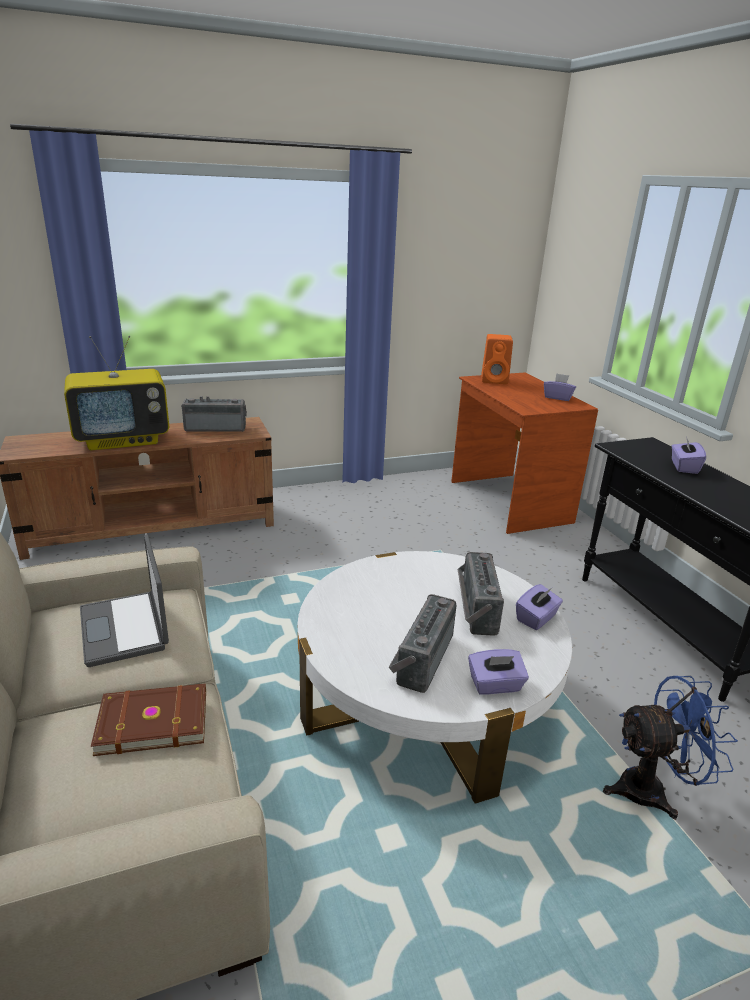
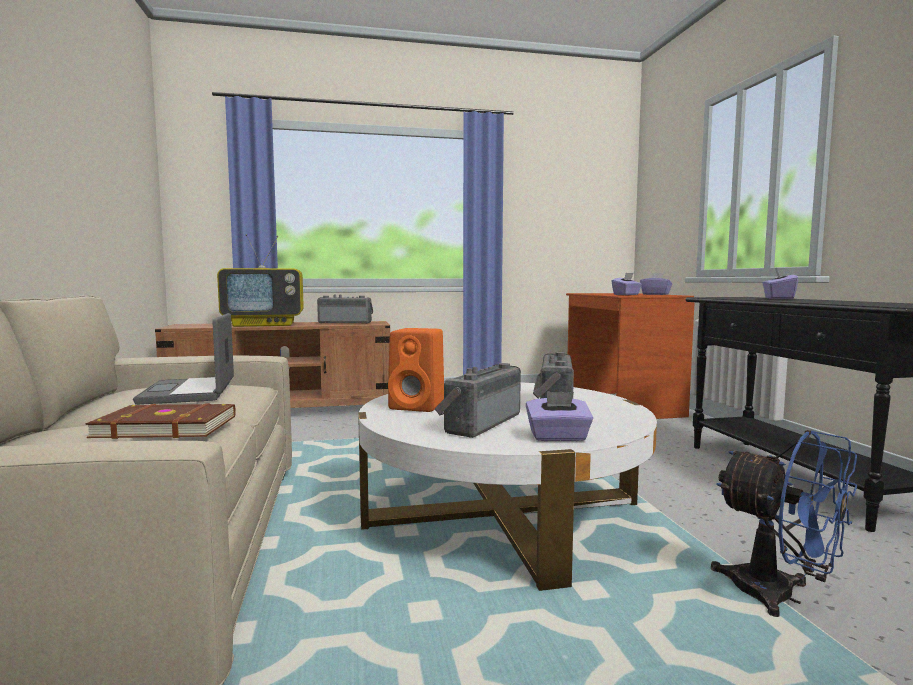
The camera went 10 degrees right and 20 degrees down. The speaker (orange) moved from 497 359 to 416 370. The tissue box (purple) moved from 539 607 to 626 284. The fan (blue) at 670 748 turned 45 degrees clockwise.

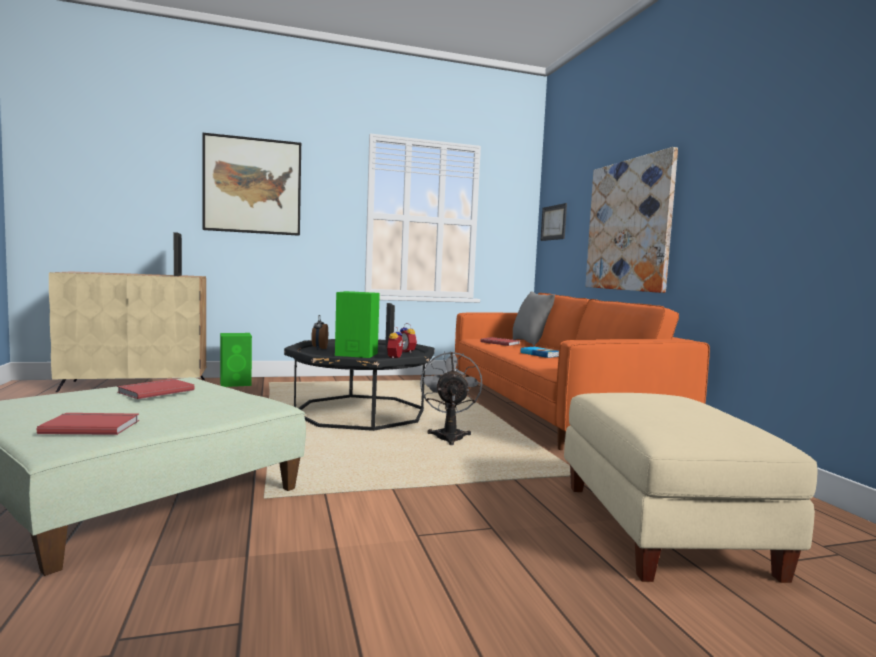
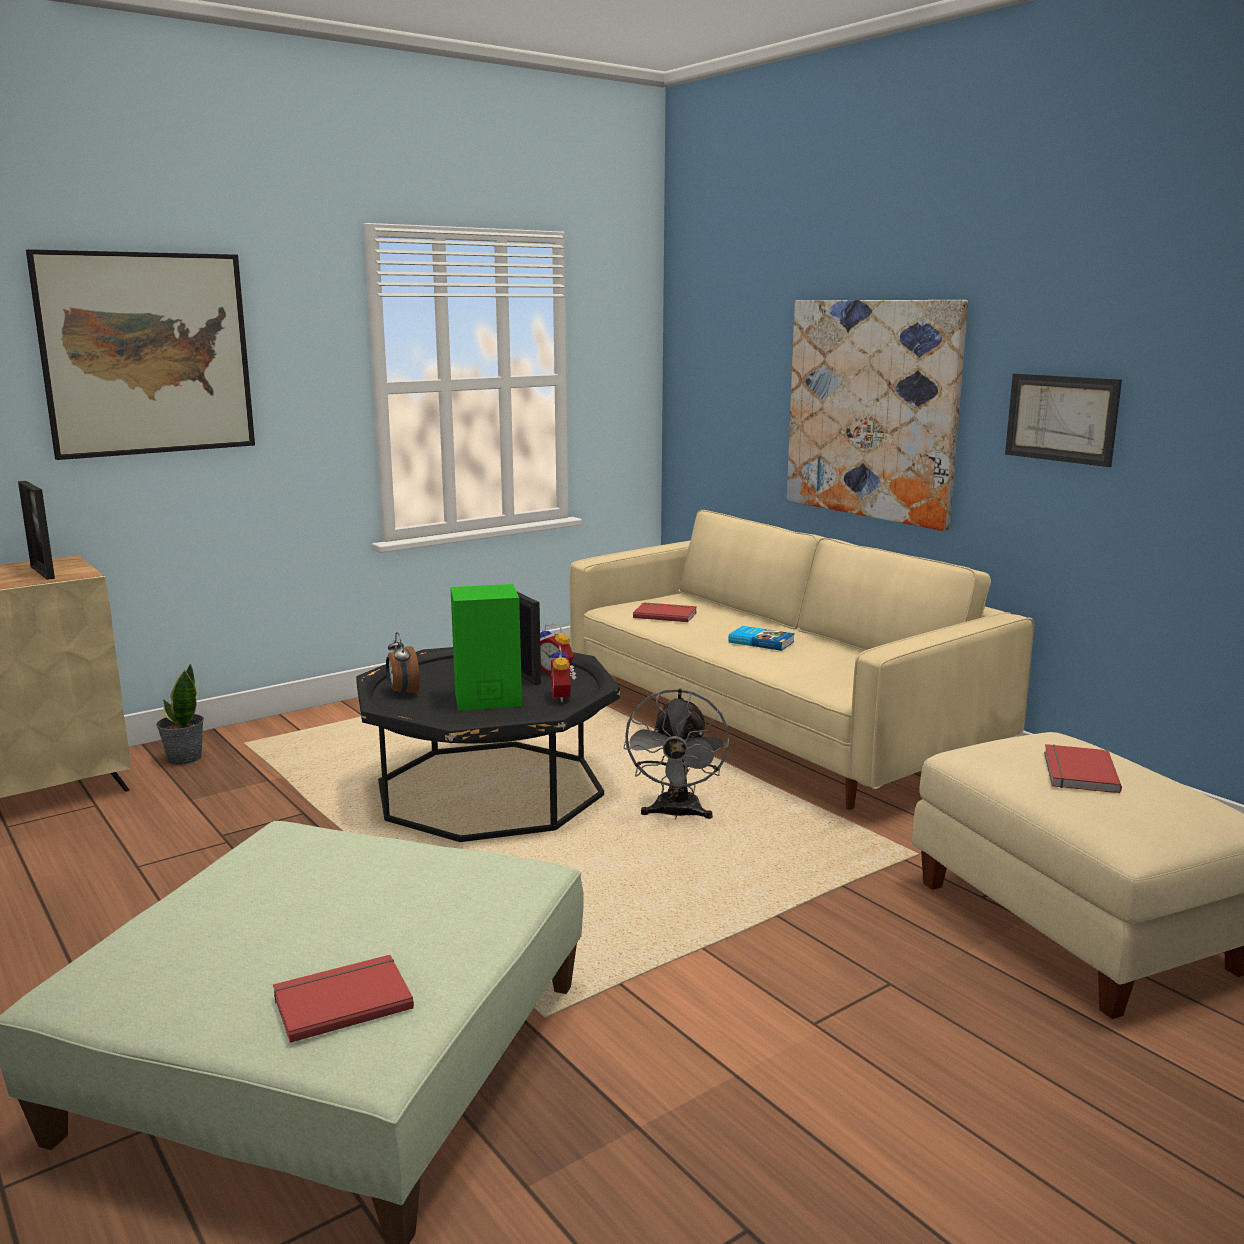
The camera went 20 degrees left and 10 degrees up. The picture moved from 553 222 to 1063 420. The pillow (grey) at 534 318 disappeared. The sofa (orange) at 582 371 became the sofa (beige) at 802 660. The speaker (green) at 236 360 was replaced by the potted plant at 180 714. The fan (grey) at 451 398 turned 150 degrees counterclockwise. The book (red) moved from 156 389 to 1083 768.

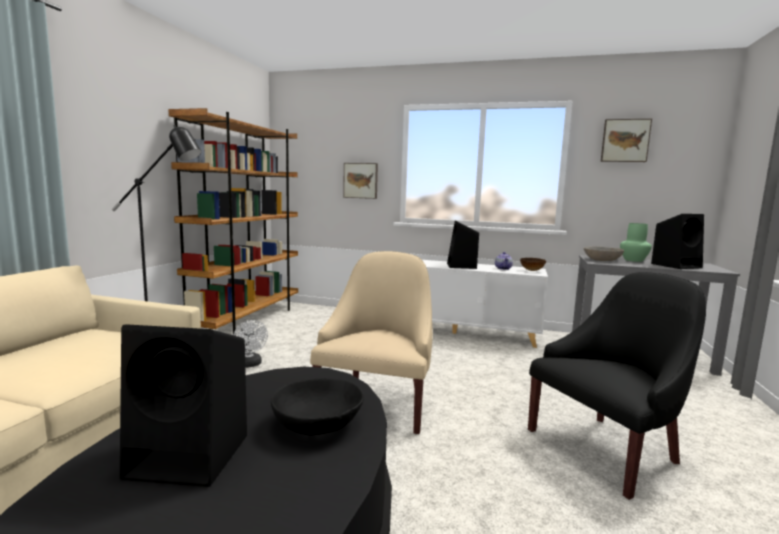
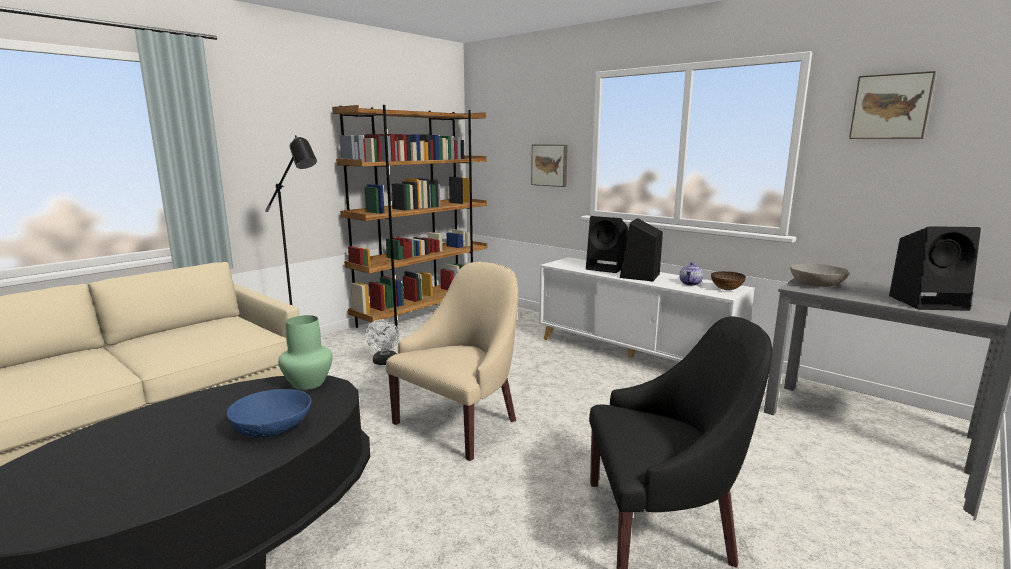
The camera went 25 degrees right and 5 degrees up. The vase (green) moved from 636 242 to 305 352. The speaker (black) moved from 183 405 to 607 244. The bowl (black) at 317 406 became the bowl (blue) at 269 413.

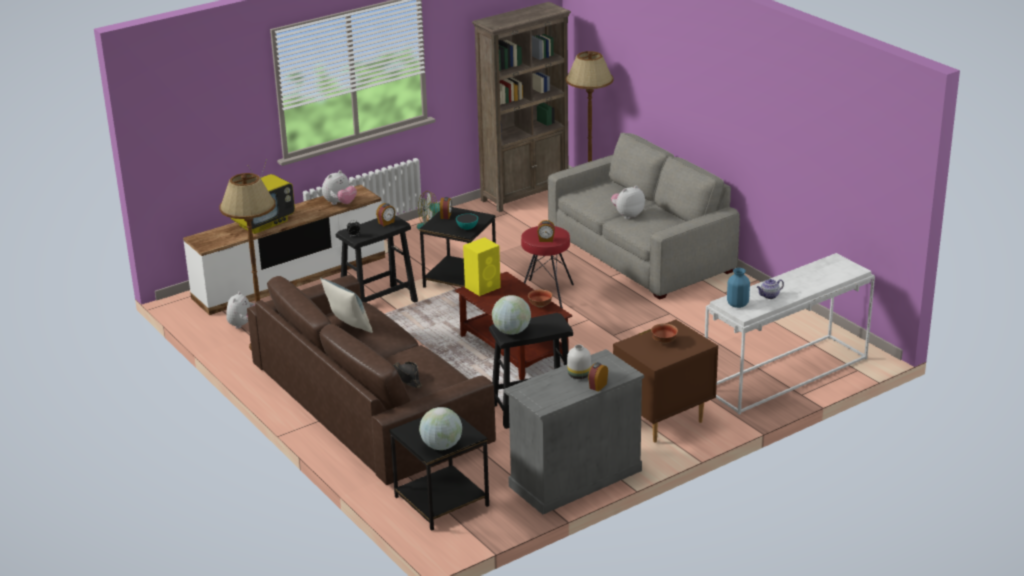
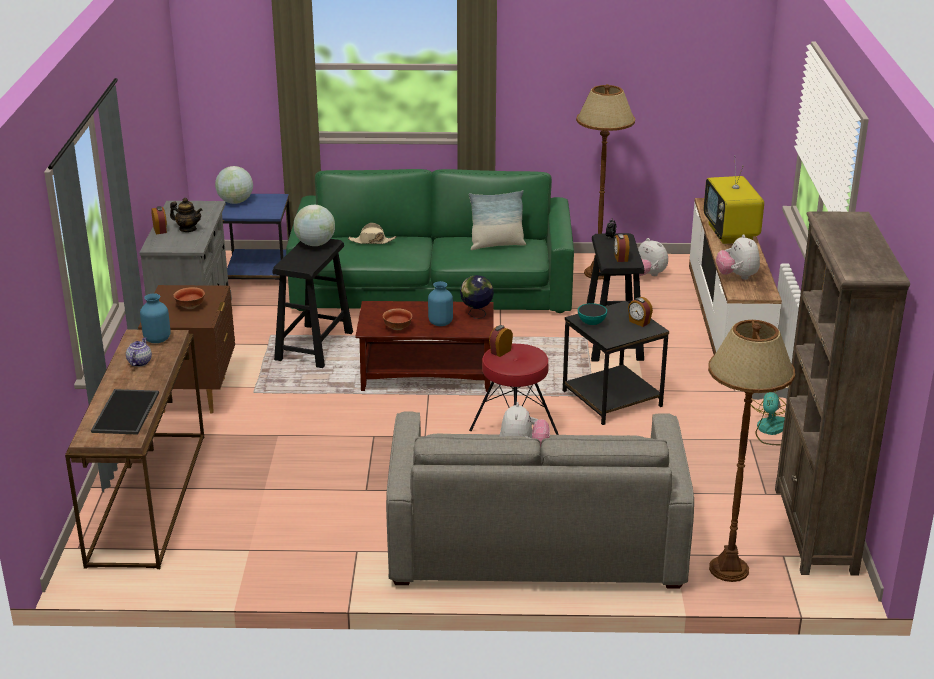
The camera went 125 degrees right and 0 degrees up. The speaker (yellow) at 482 266 was replaced by the globe at 477 297. The console table (white) at 790 334 became the console table (brown) at 134 449. The sofa (brown) at 371 380 became the sofa (green) at 430 241. The vase (white) at 579 362 was replaced by the teapot at 186 215. The hat (black) at 407 375 became the hat (beige) at 372 233. The side table (black) at 439 469 became the side table (blue) at 256 237. The vase (blue) at 440 303 appeared. The tray at 125 412 appeared.

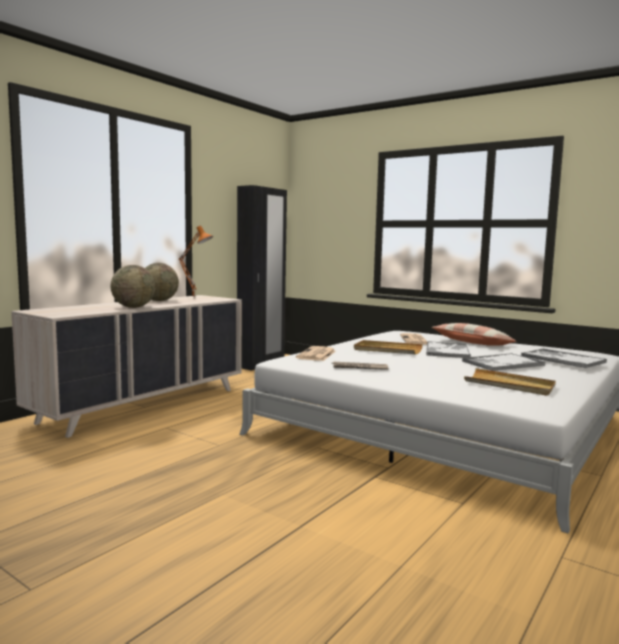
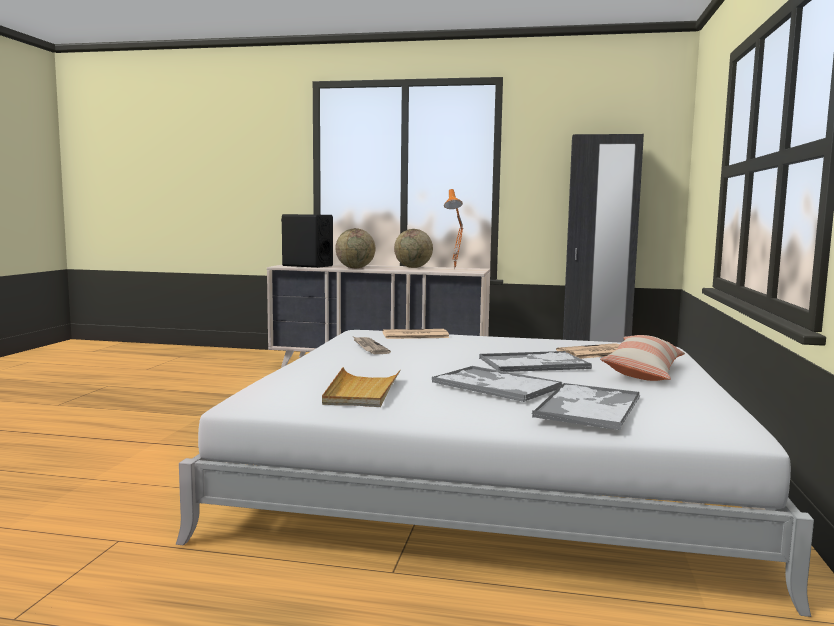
The camera went 65 degrees right and 0 degrees up. The tray (beige) at 388 347 disappeared. The speaker (black) at 307 241 appeared.

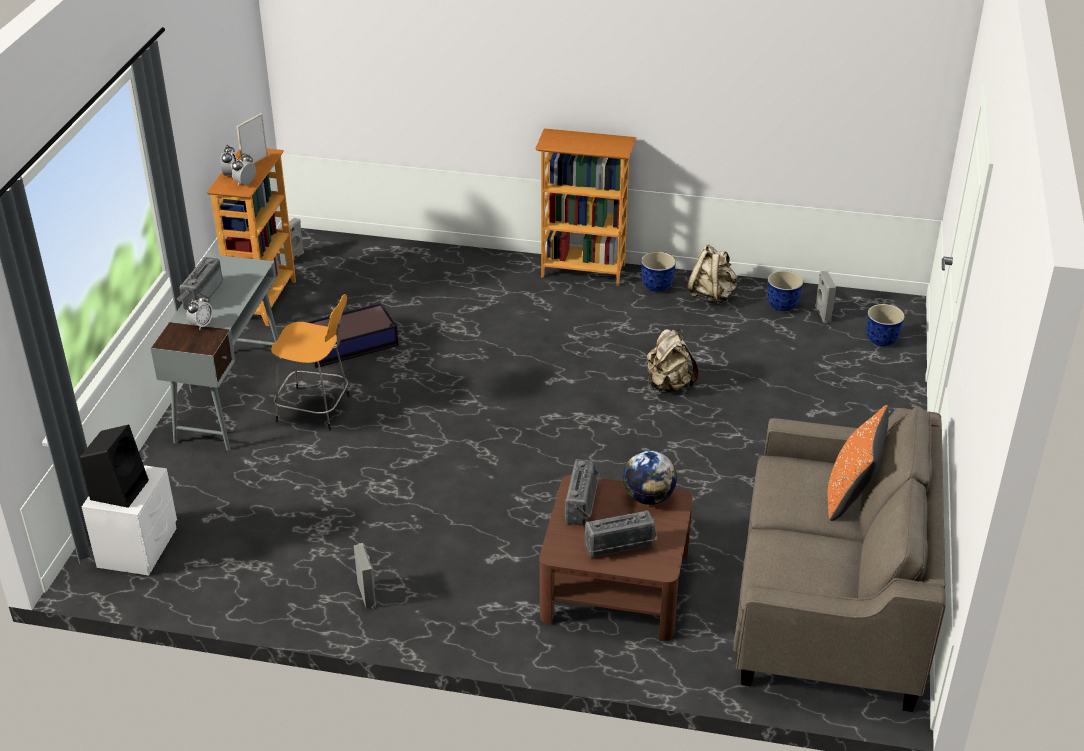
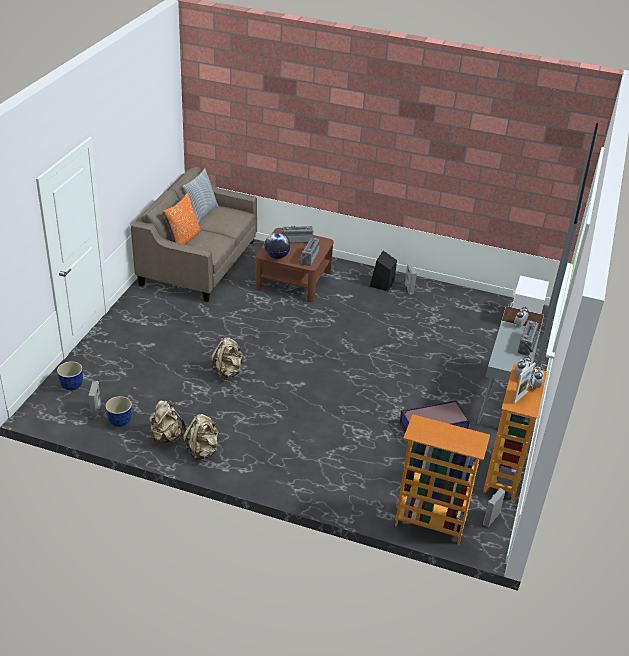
The camera went 175 degrees left and 0 degrees up. The bookcase moved from 585 207 to 442 479. The planter at 658 272 was replaced by the backpack (beige) at 201 437. The stool (orange) at 310 362 disappeared. The speaker (black) moved from 114 466 to 383 271. The pillow at 201 196 appeared.

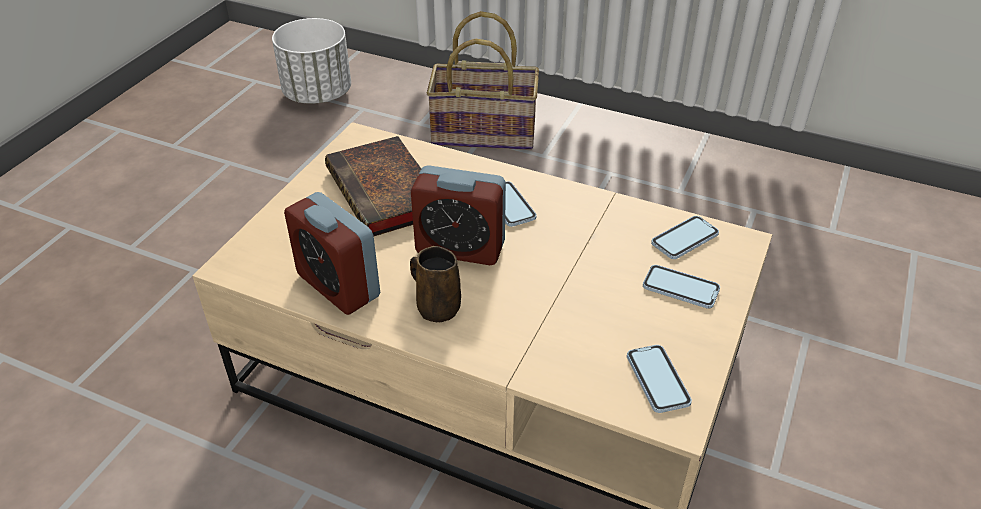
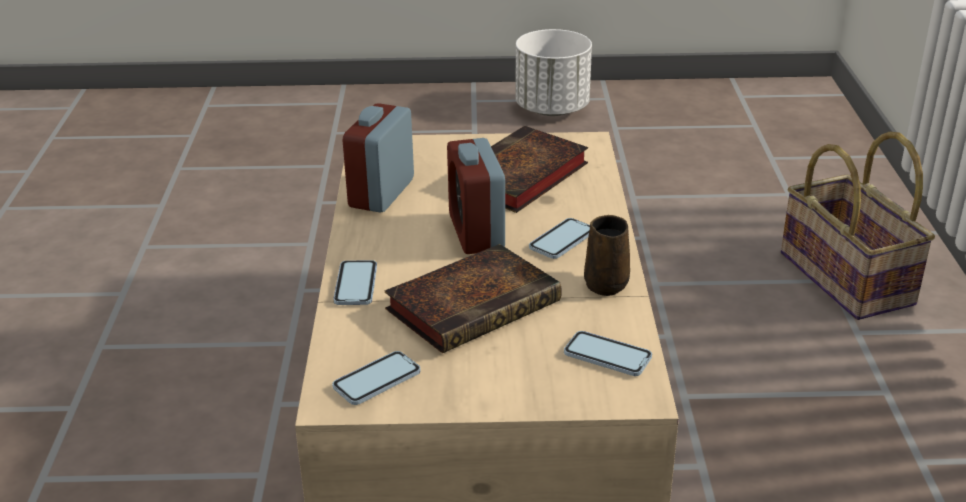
The camera went 65 degrees right and 10 degrees down. The planter (white) moved from 311 61 to 554 72. The mug (brown) moved from 435 284 to 607 255. The phone moved from 681 287 to 355 282. The book at 473 298 appeared.

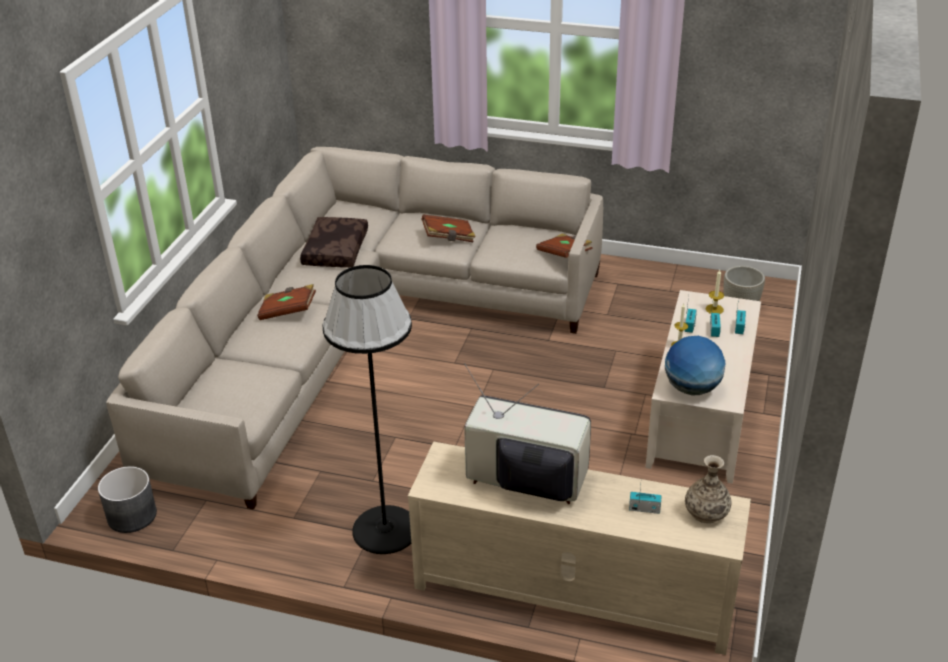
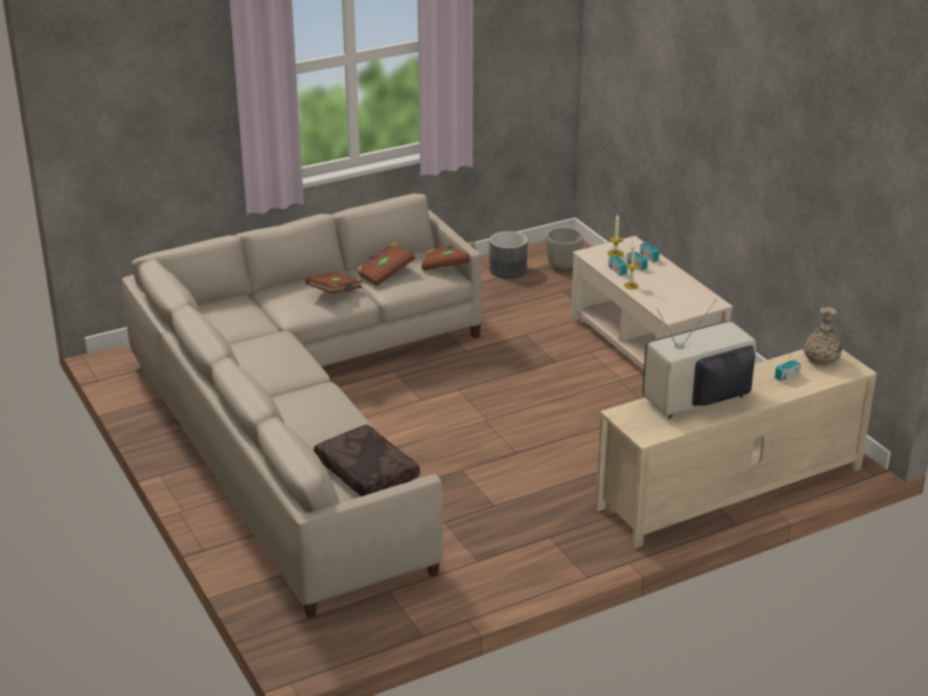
The camera went 45 degrees left and 5 degrees down. The pillow (brown) moved from 334 242 to 367 460. The floor lamp (black) at 367 409 disappeared. The book (brown) moved from 286 302 to 385 264. The globe at 695 365 disappeared. The planter (grey) moved from 127 499 to 509 254.

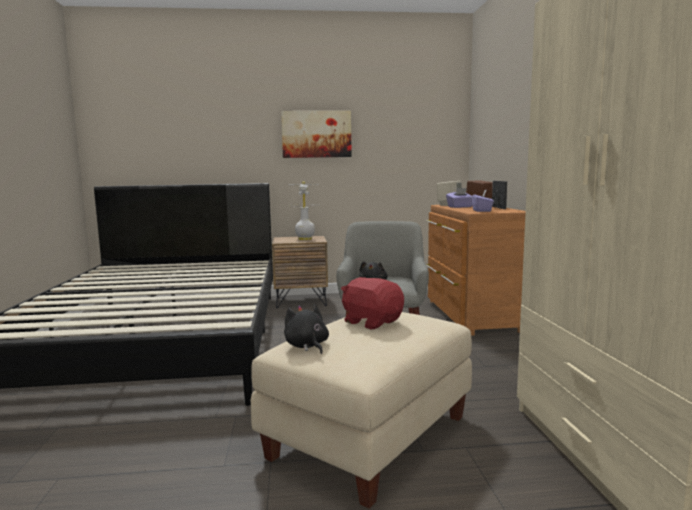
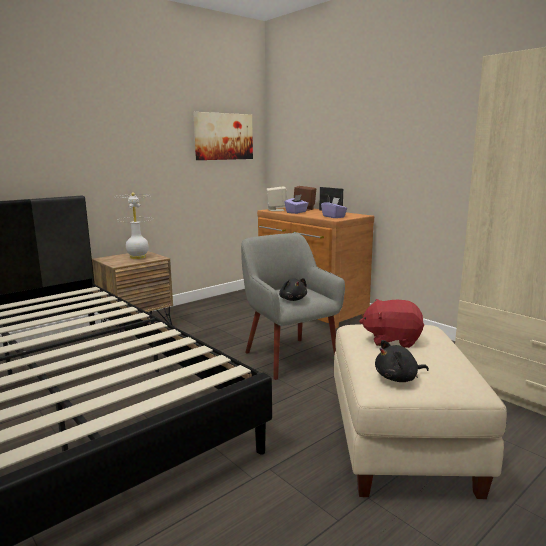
The camera went 35 degrees left and 5 degrees up. The picture moved from 316 134 to 223 136. The plush toy (black) at 306 329 turned 45 degrees counterclockwise.

